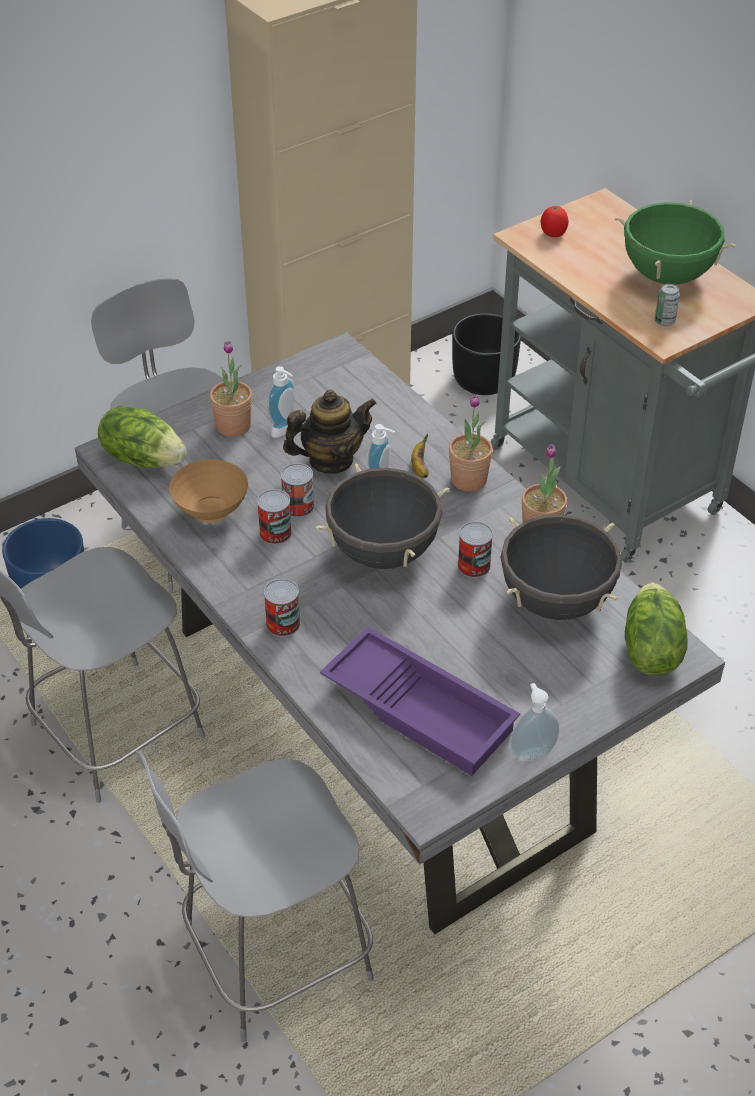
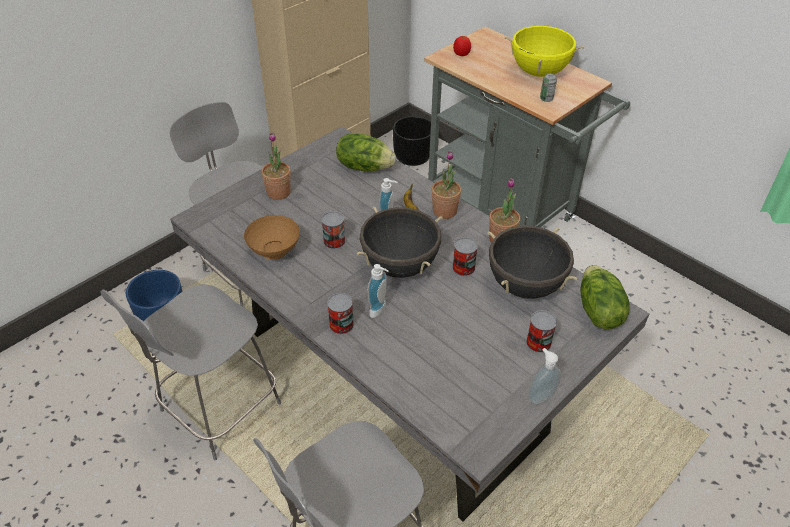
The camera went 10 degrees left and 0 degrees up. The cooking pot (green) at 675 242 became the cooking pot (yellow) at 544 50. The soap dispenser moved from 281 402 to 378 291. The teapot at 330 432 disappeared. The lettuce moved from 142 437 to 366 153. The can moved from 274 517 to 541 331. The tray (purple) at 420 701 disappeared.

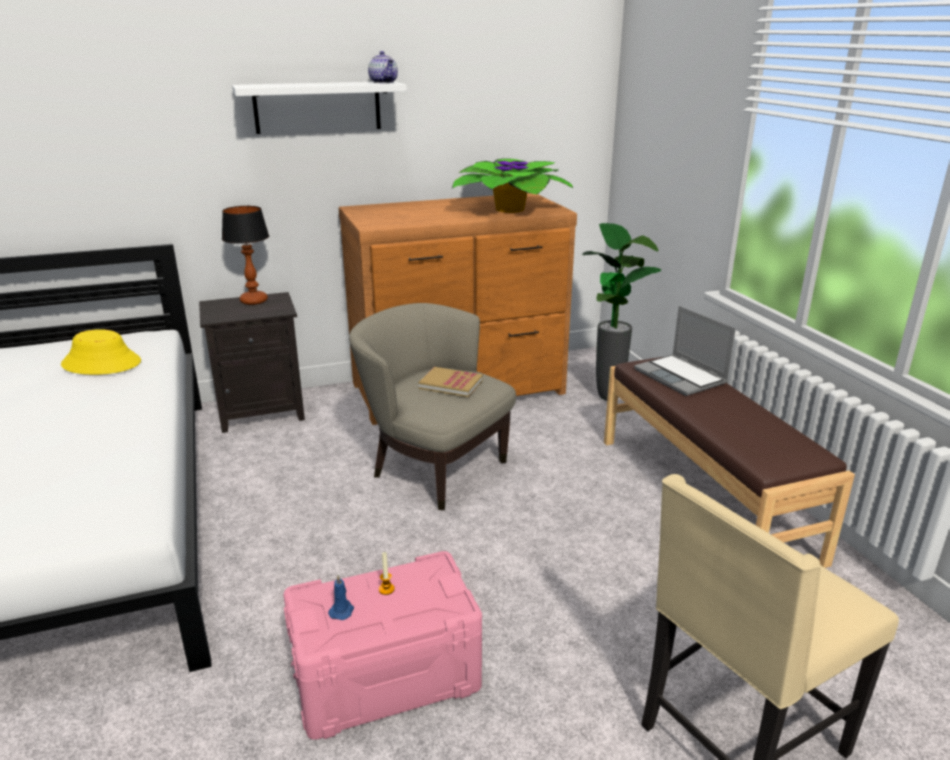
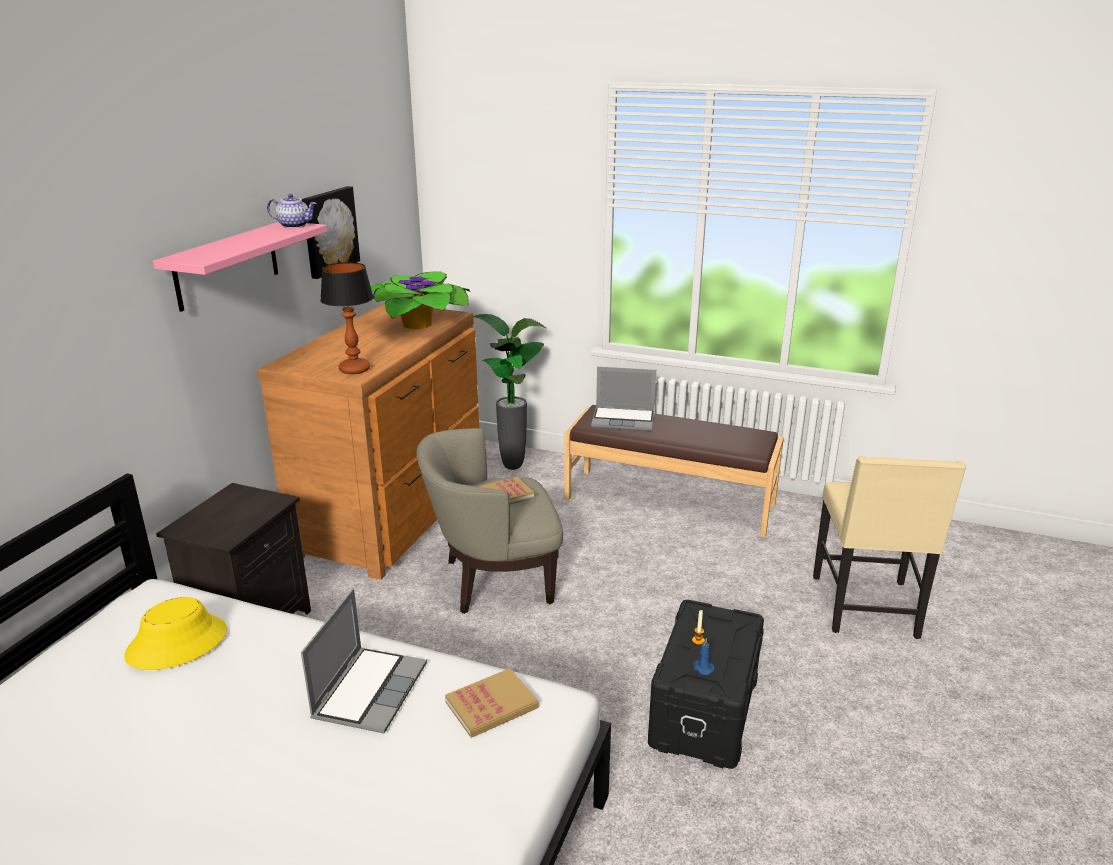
The camera went 50 degrees left and 0 degrees up. The shelf (white) at 319 107 became the shelf (pink) at 240 267. The table lamp moved from 245 255 to 347 318. The storage box (pink) at 382 645 became the storage box (black) at 706 684. The picture at 331 232 appeared. The laptop at 364 661 appeared. The book at 492 703 appeared.

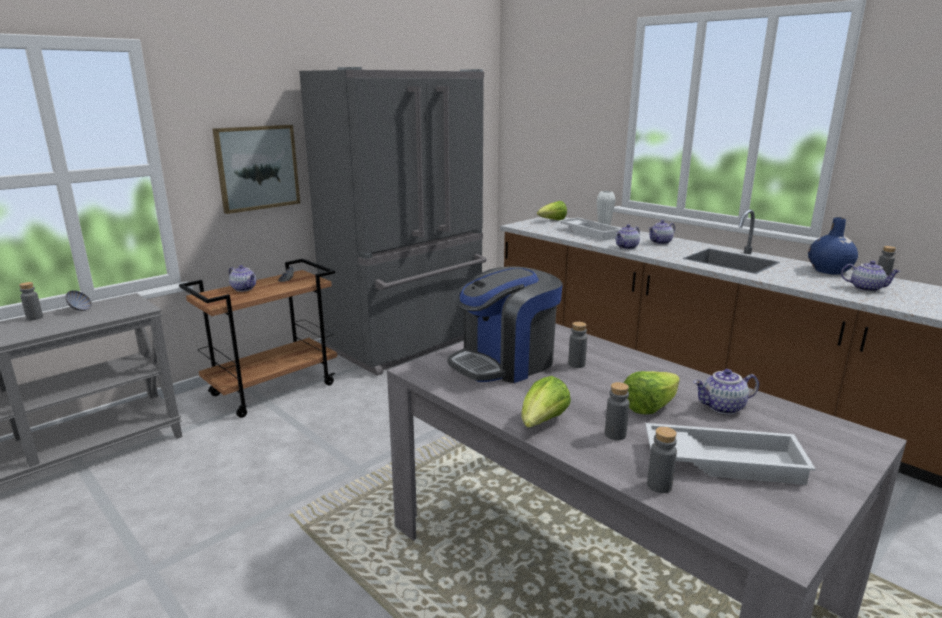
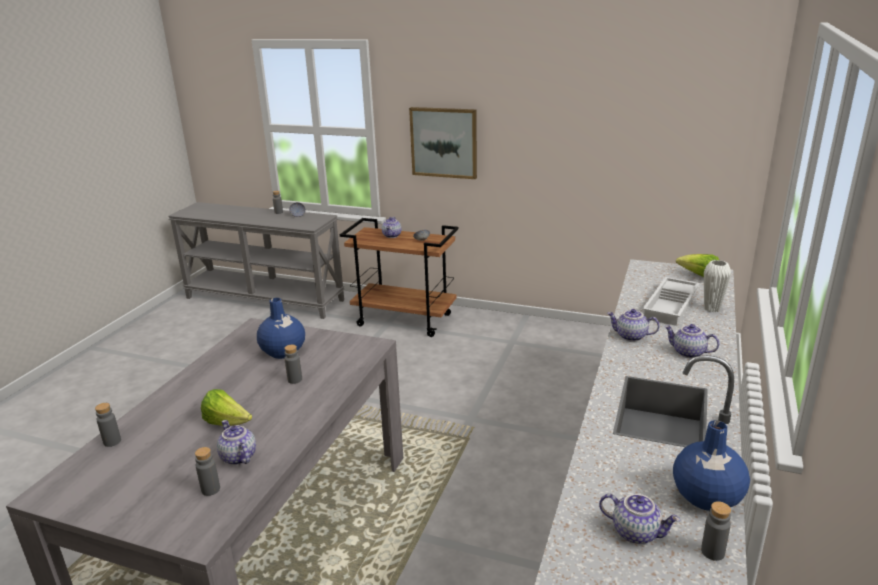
The camera went 65 degrees right and 5 degrees up. The fridge (grey) at 392 221 disappeared. The teapot at 871 276 turned 60 degrees counterclockwise. The coffee machine at 505 324 was replaced by the vase (blue) at 281 328. The lettuce at 546 402 disappeared. The bottle (grey) moved from 617 411 to 207 471. The tray (white) at 730 454 disappeared.

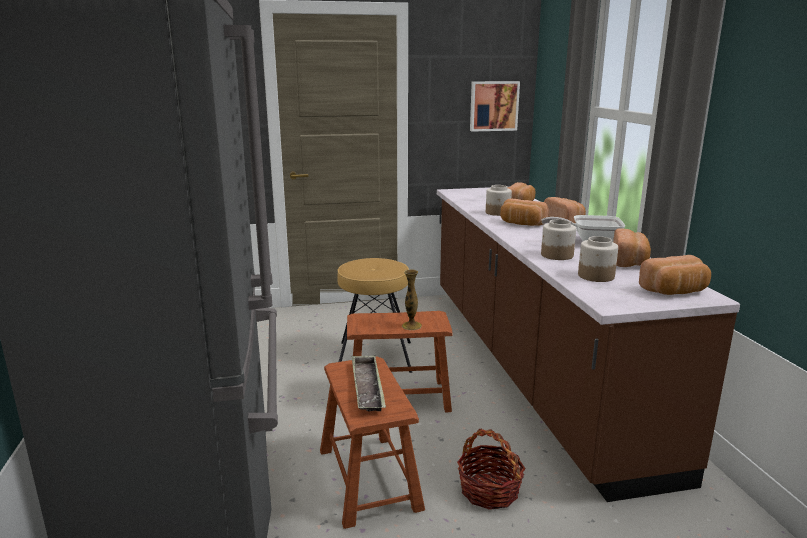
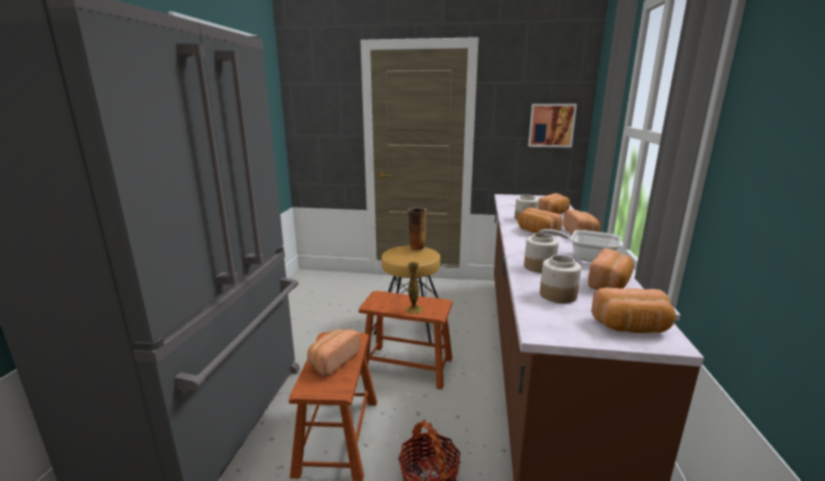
The camera went 20 degrees right and 0 degrees up. The tray at 369 383 was replaced by the bread at 333 352. The vase at 417 229 appeared.

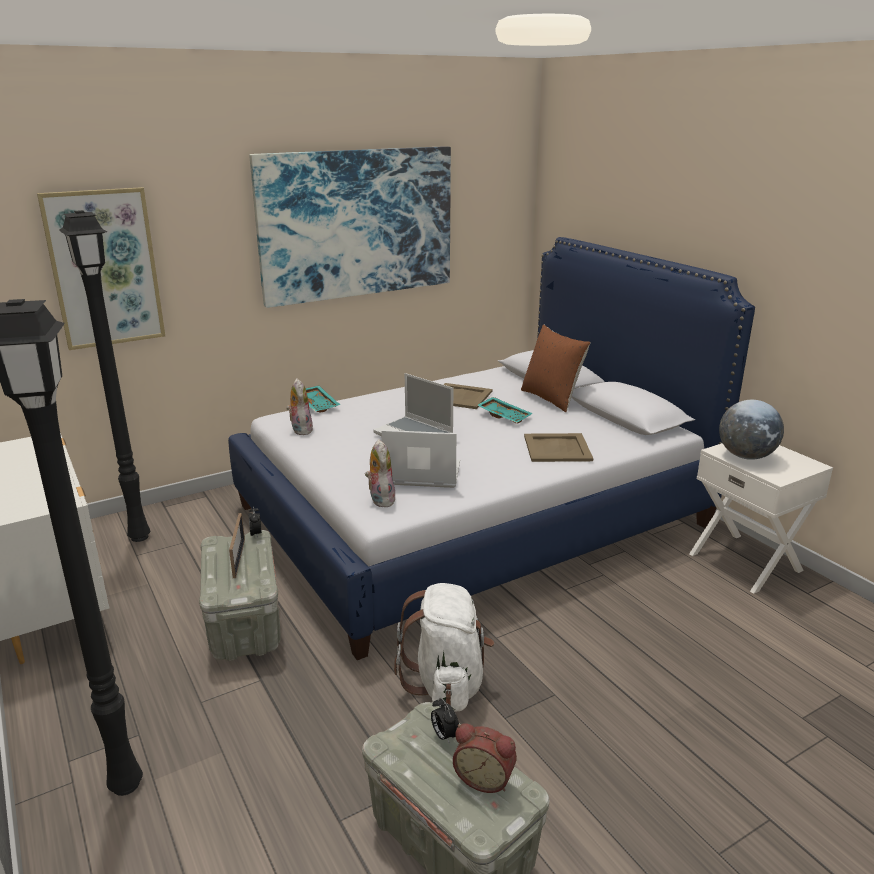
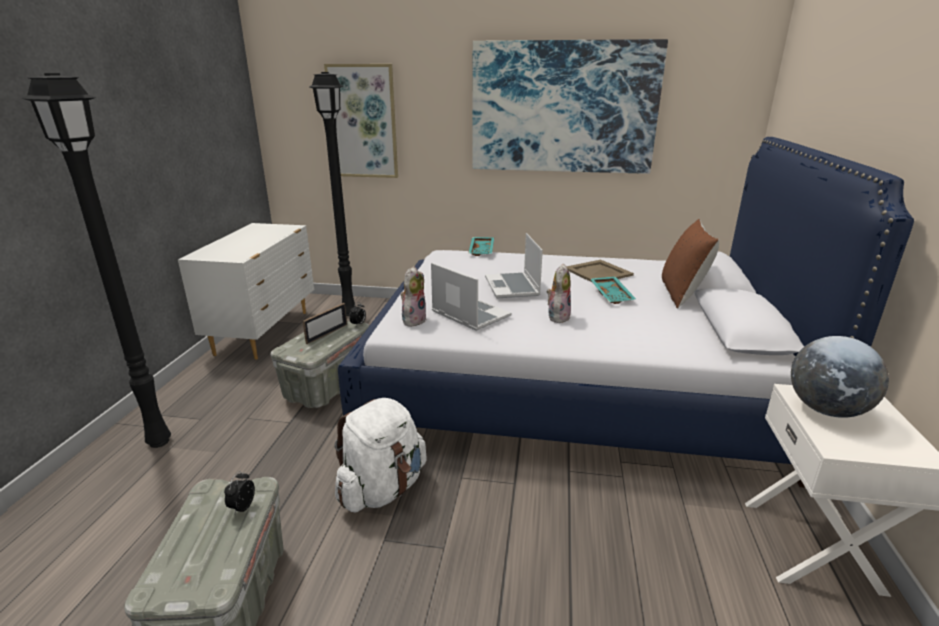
The camera went 40 degrees right and 0 degrees up. The plush toy moved from 299 406 to 559 293. The tray (beige) at 558 447 disappeared. The alarm clock at 485 758 disappeared.

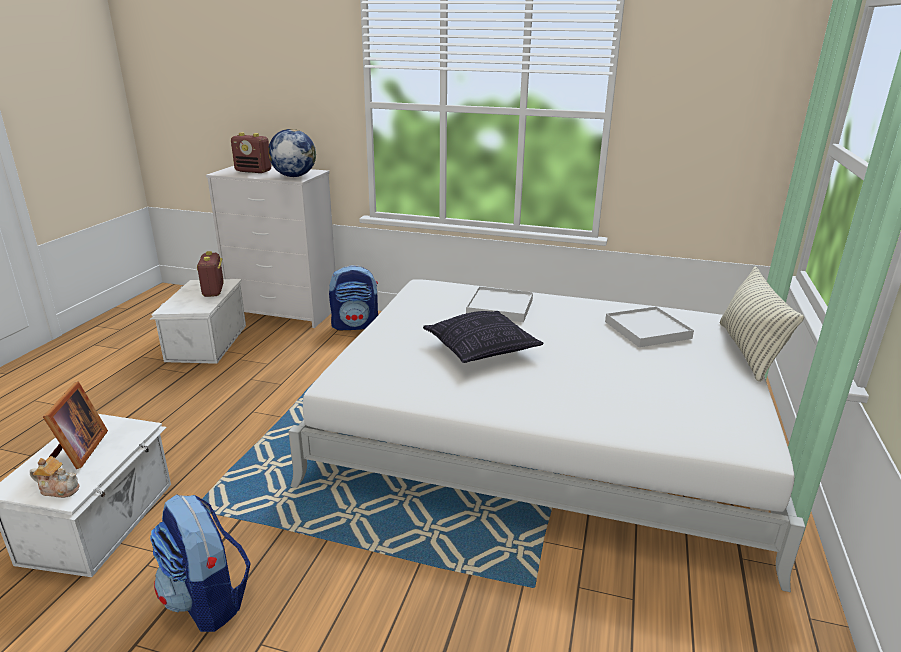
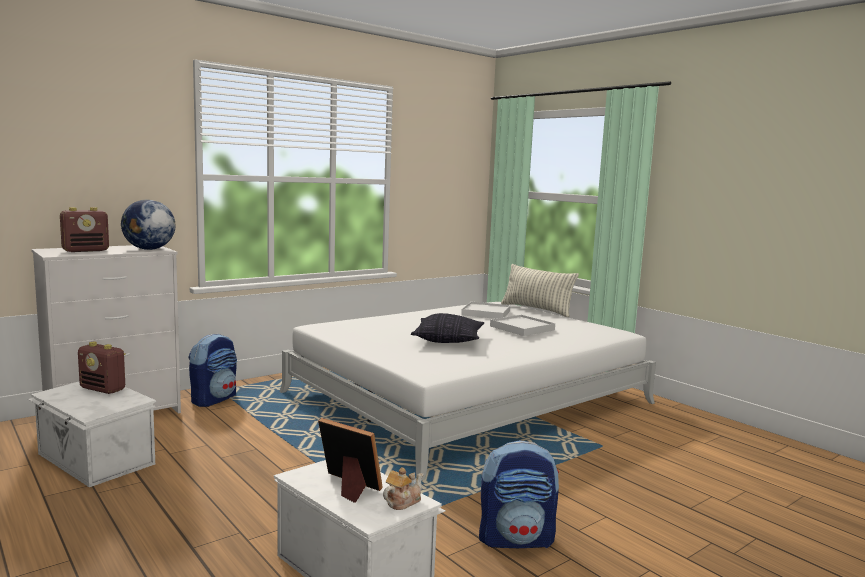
The camera went 55 degrees left and 15 degrees down. The tray (white) moved from 499 304 to 522 325.

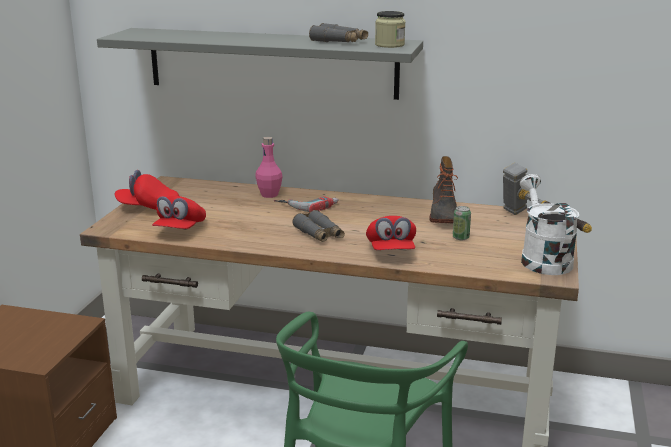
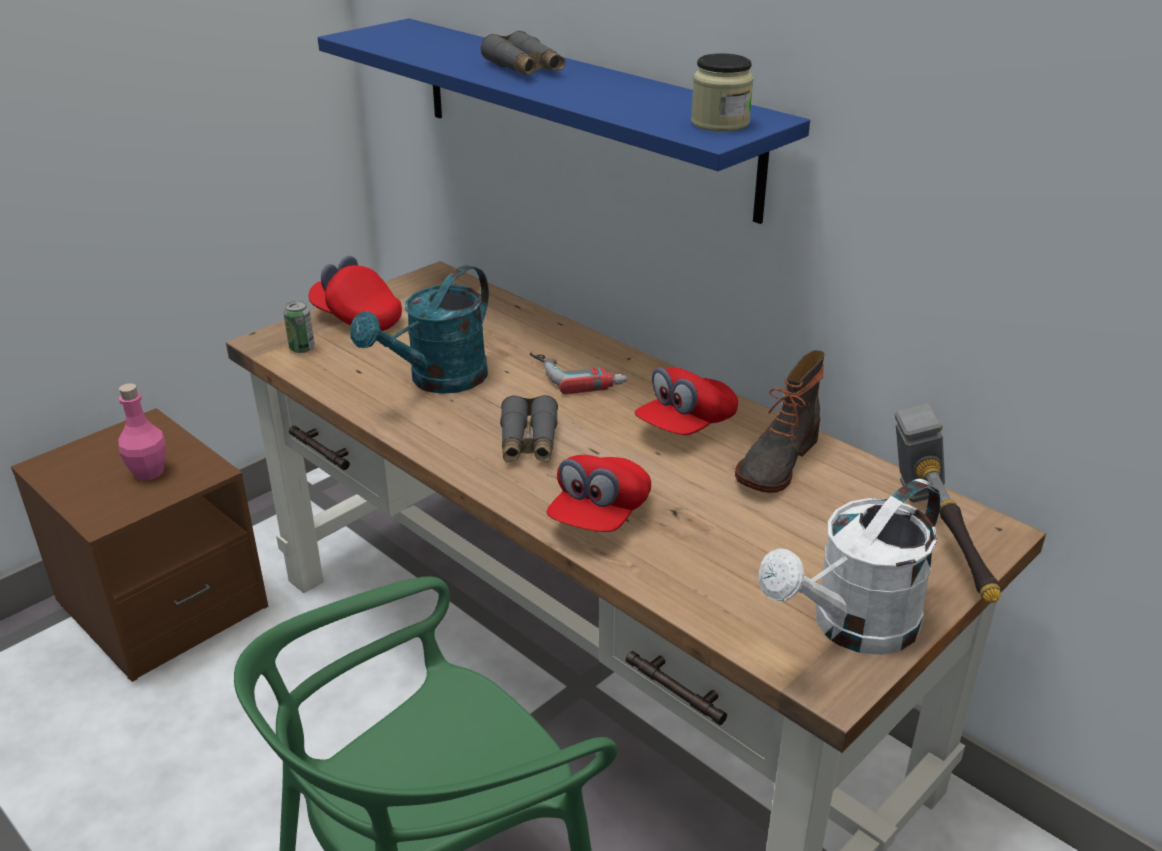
The camera went 30 degrees right and 10 degrees up. The binoculars (grey) moved from 338 32 to 523 53. The shelf (grey) at 260 64 became the shelf (blue) at 564 121. The bottle (pink) moved from 269 167 to 142 431. The watering can (white) at 549 224 turned 150 degrees counterclockwise. The cap (red) moved from 179 212 to 686 401. The can moved from 462 223 to 299 327. The watering can (turquoise) at 419 329 appeared.

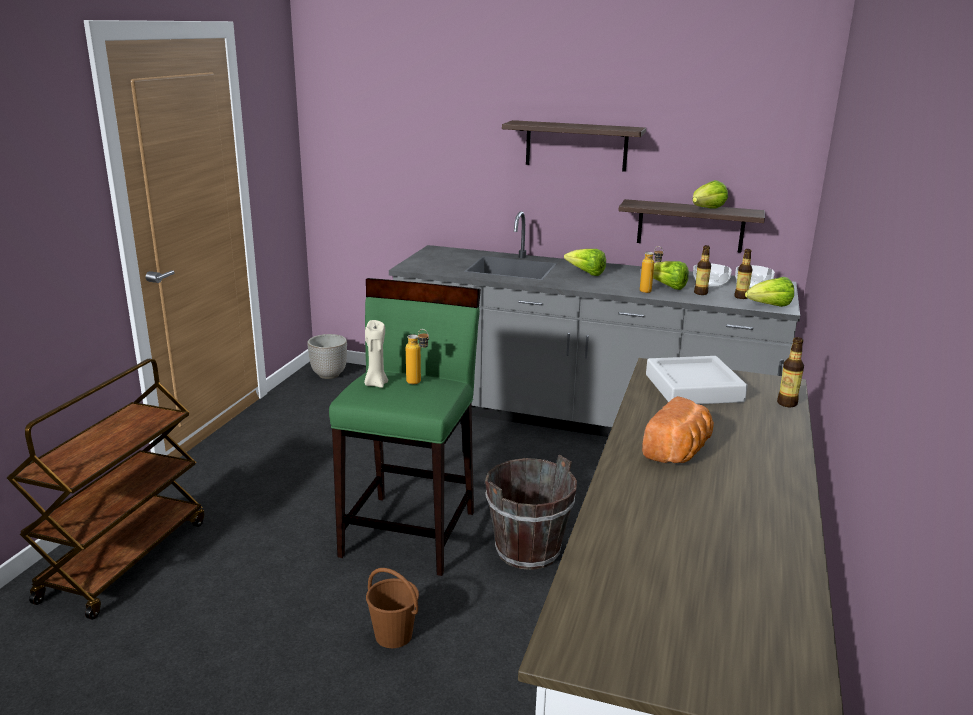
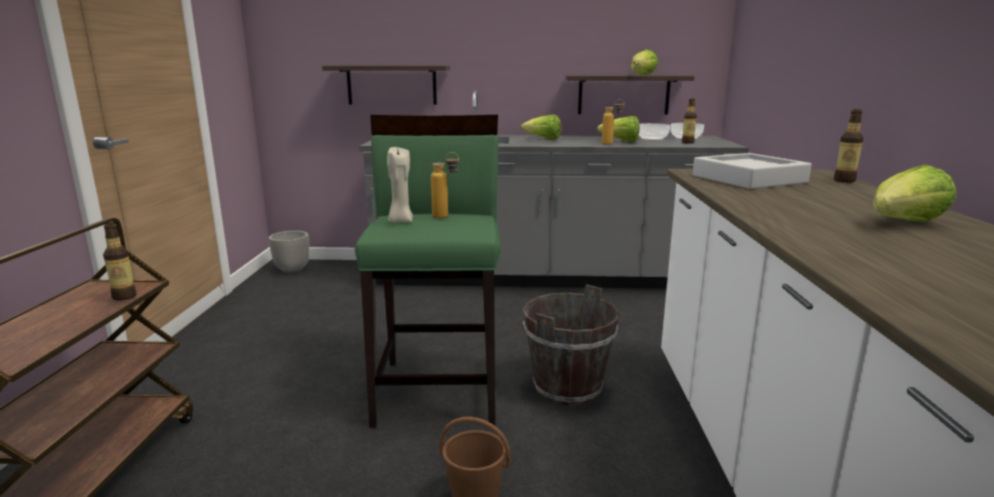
The camera went 15 degrees left and 5 degrees down. The shelf moved from 574 146 to 386 85. The bottle moved from 702 270 to 119 262. The lettuce moved from 769 292 to 914 193. The bread at 678 429 disappeared.

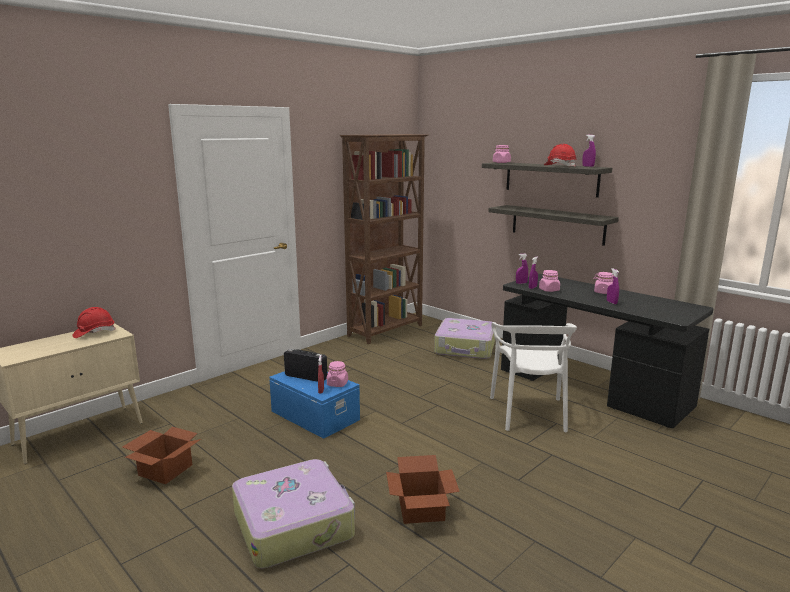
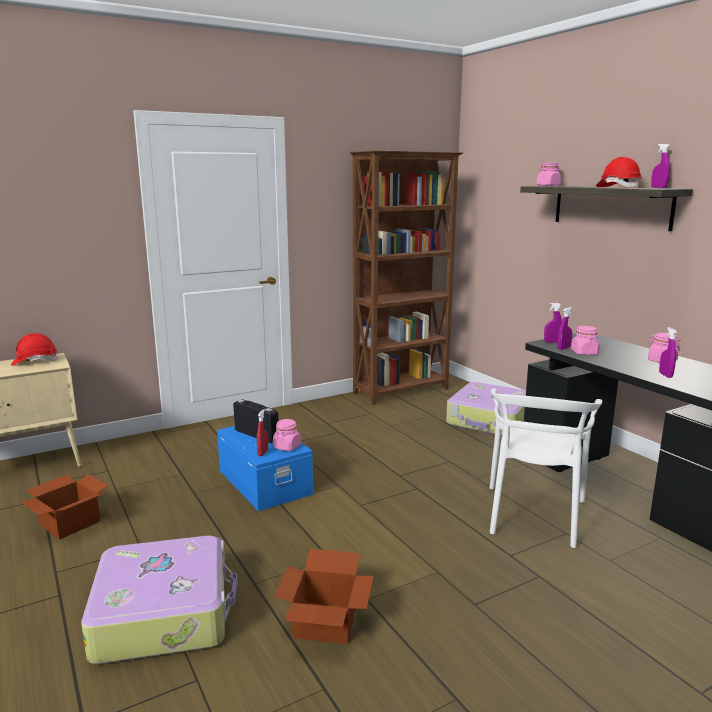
The camera went 15 degrees right and 0 degrees up. The shelf at 553 225 disappeared.

